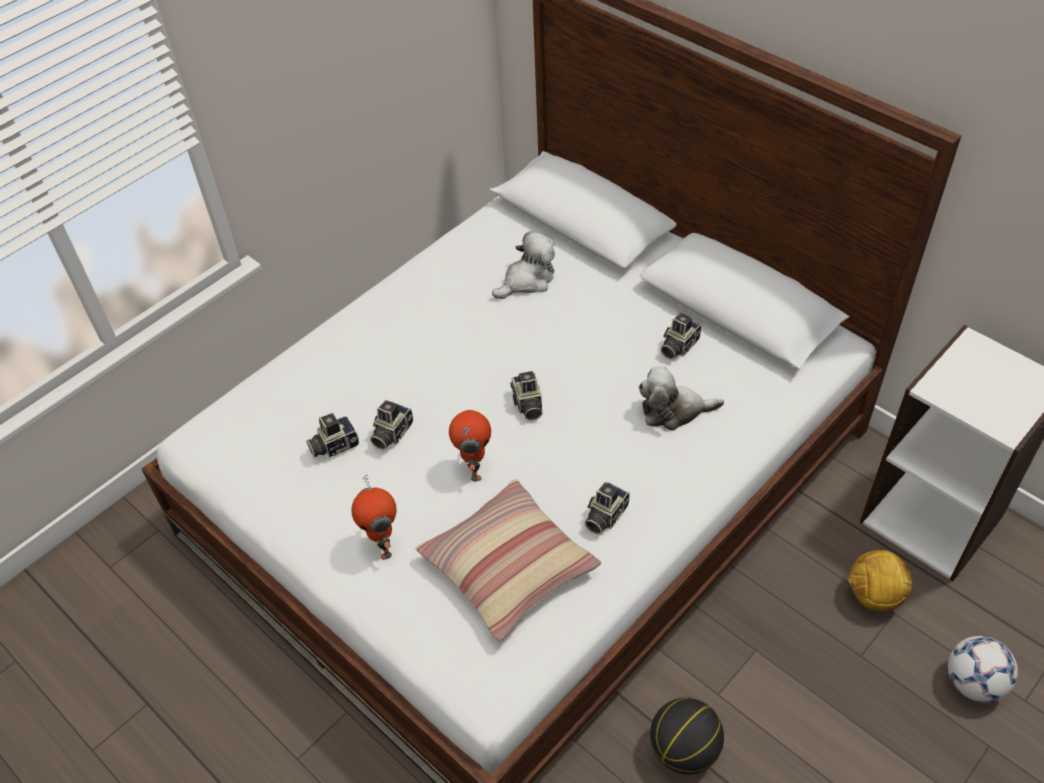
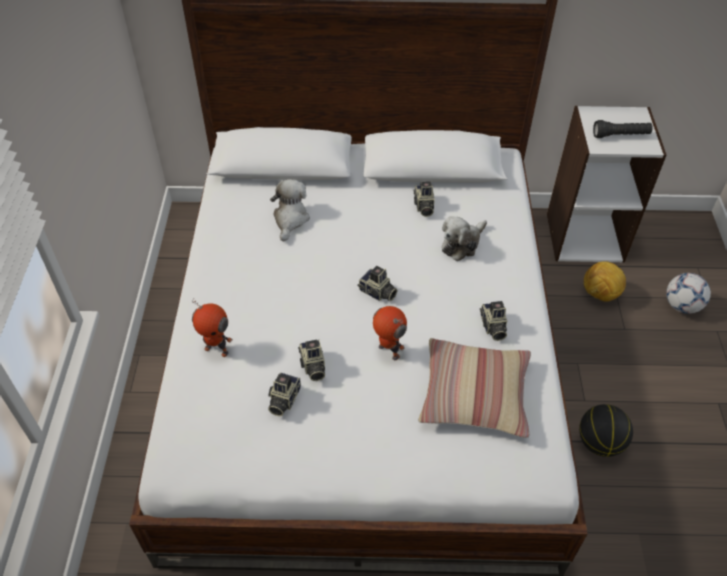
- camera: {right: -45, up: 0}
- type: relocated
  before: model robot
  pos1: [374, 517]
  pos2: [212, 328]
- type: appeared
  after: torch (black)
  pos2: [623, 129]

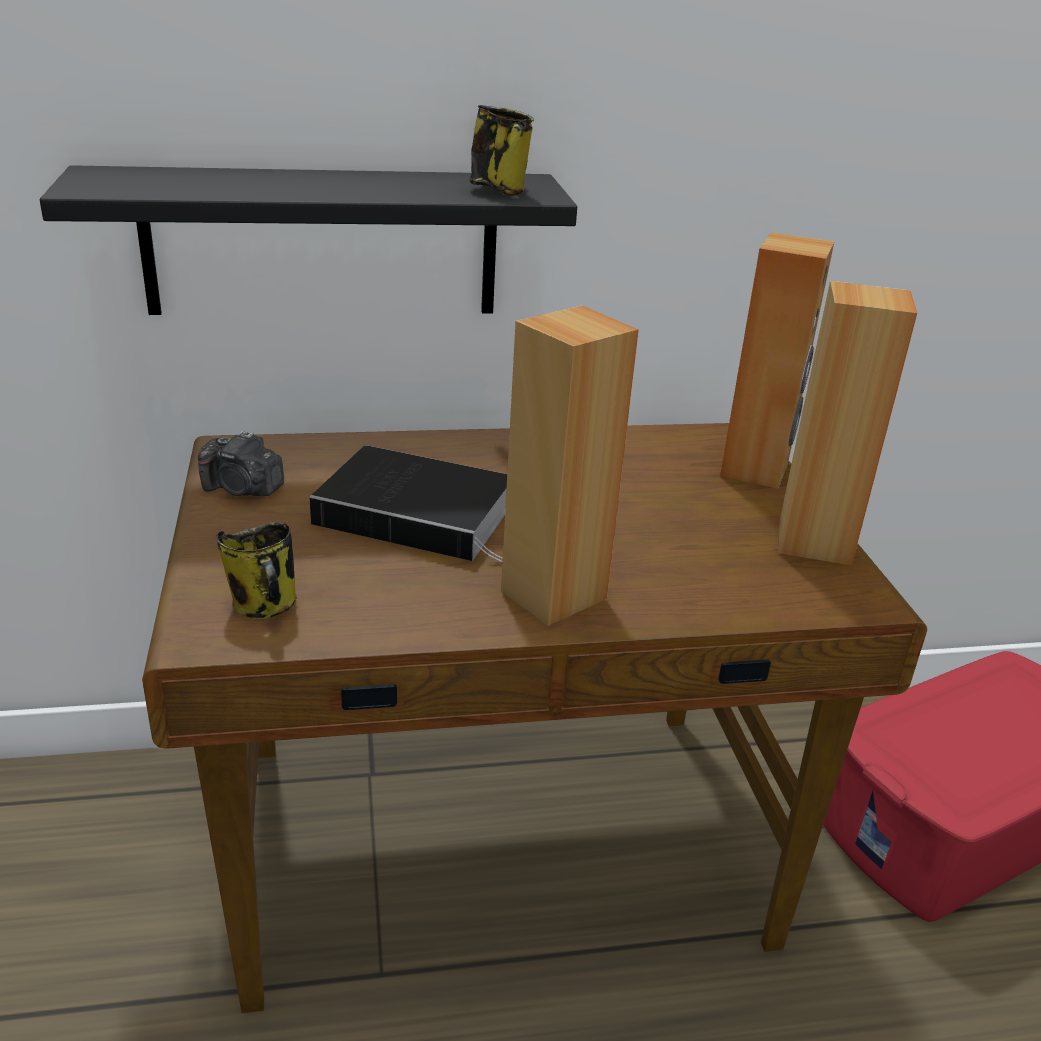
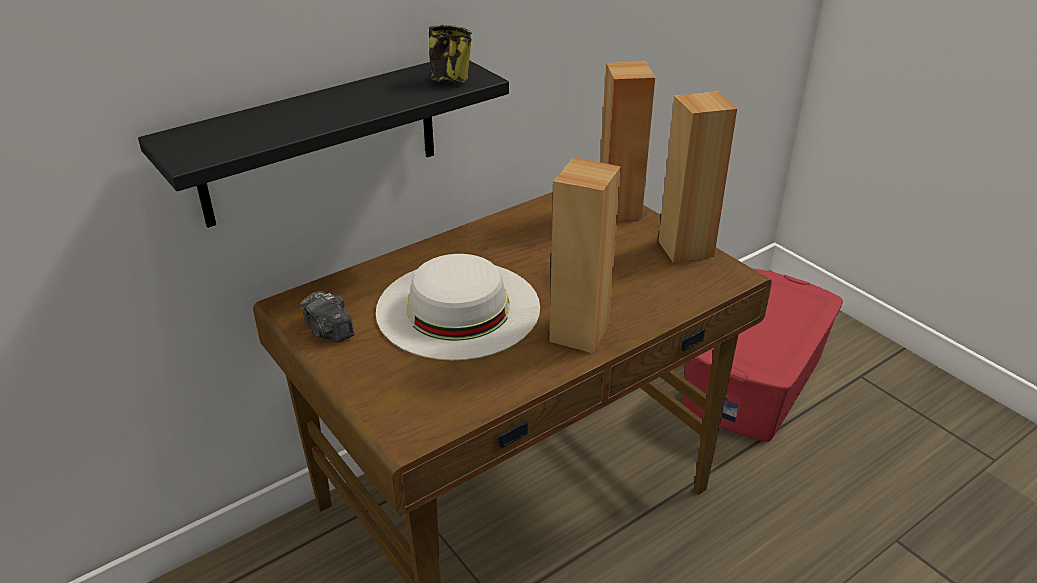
- camera: {right: -25, up: 5}
- type: spun
  before: still camera
  pos1: [241, 463]
  pos2: [327, 316]
  turn: 60
- type: missing
  before: coffee mug
  pos1: [256, 570]
- type: exchanged
  before: volume
  after: clothing hat (whitish)
  pos1: [408, 504]
  pos2: [458, 307]

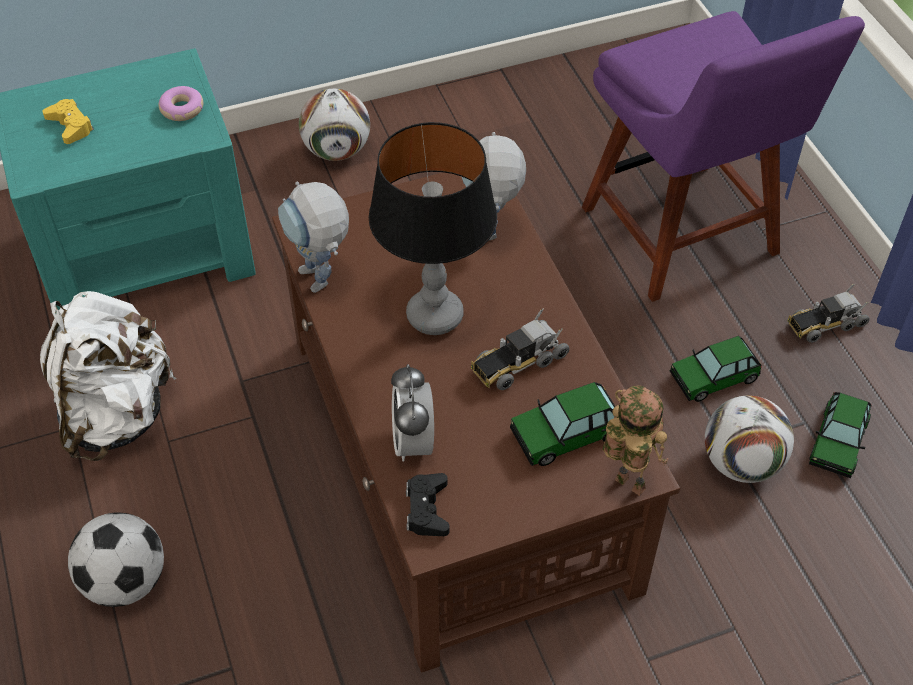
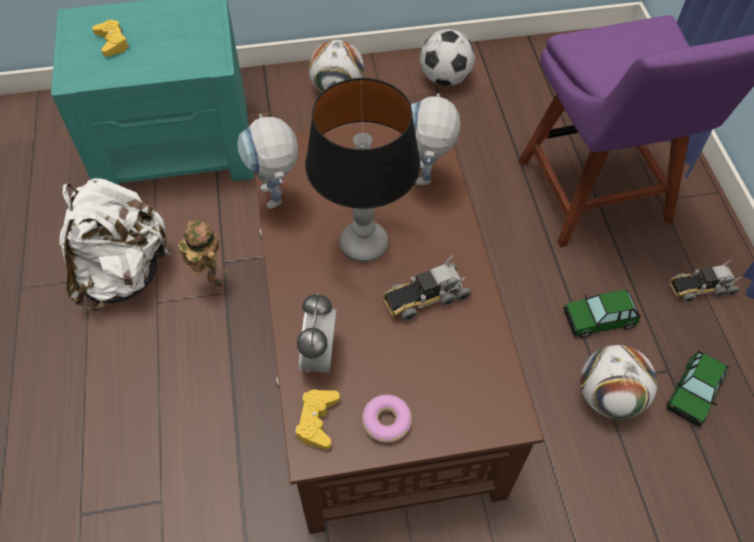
- camera: {right: 10, up: 5}
- type: relocated
  before: ball for football
  pos1: [116, 560]
  pos2: [447, 57]
- type: relocated
  before: doughnut
  pos1: [181, 103]
  pos2: [387, 419]
- type: colour
  before: joypad (black)
  after: joypad (yellowish)
  pos1: [428, 504]
  pos2: [317, 419]
- type: missing
  before: miniature car
  pos1: [562, 424]
- type: relocated
  before: model robot
  pos1: [636, 440]
  pos2: [204, 255]

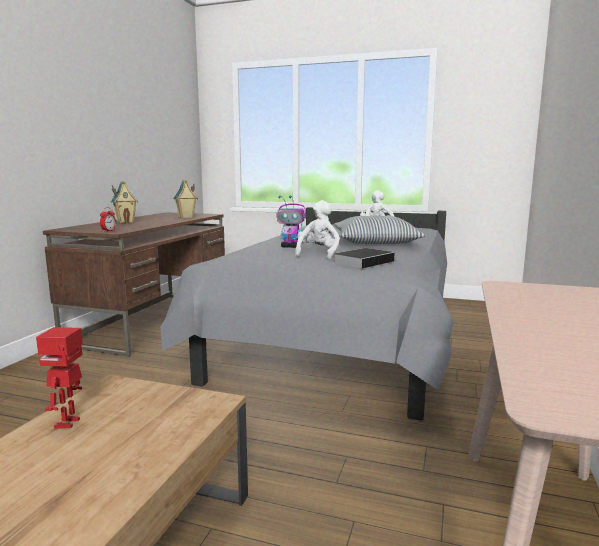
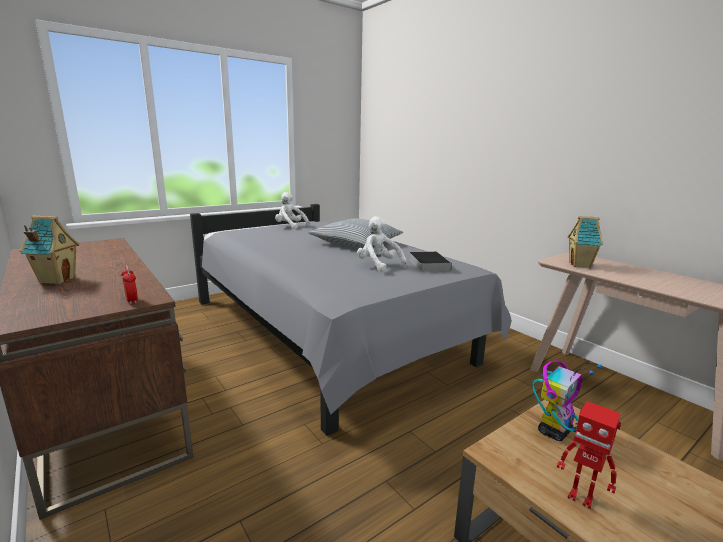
- camera: {right: -55, up: 5}
- type: relocated
  before: miniature house
  pos1: [185, 199]
  pos2: [585, 242]
- type: relocated
  before: model robot
  pos1: [291, 221]
  pos2: [567, 400]

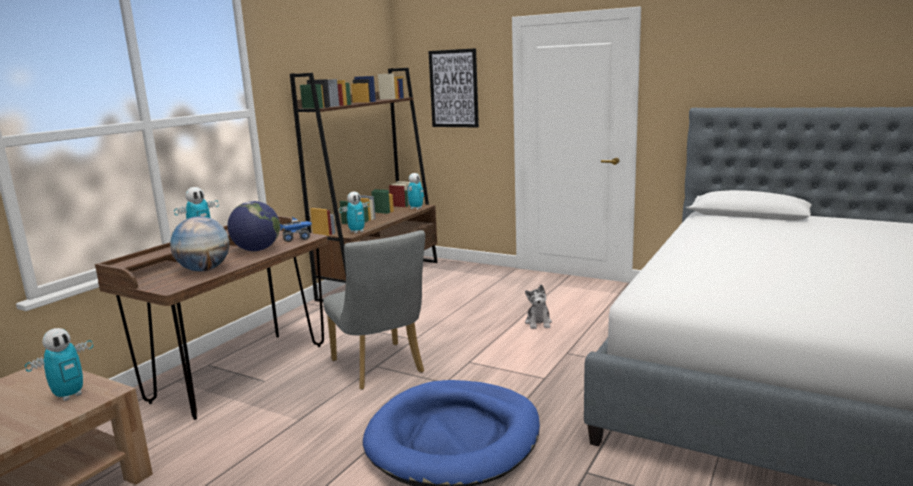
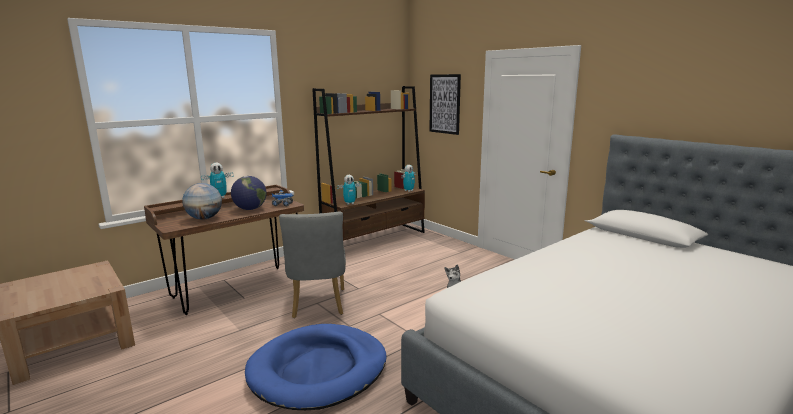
- camera: {right: 20, up: 0}
- type: missing
  before: model robot
  pos1: [59, 364]

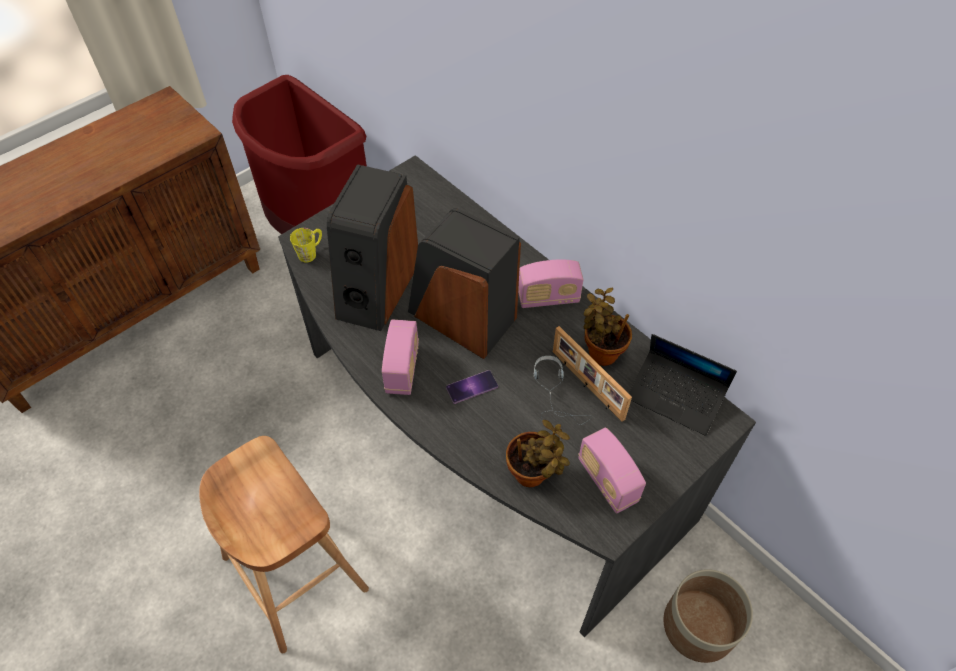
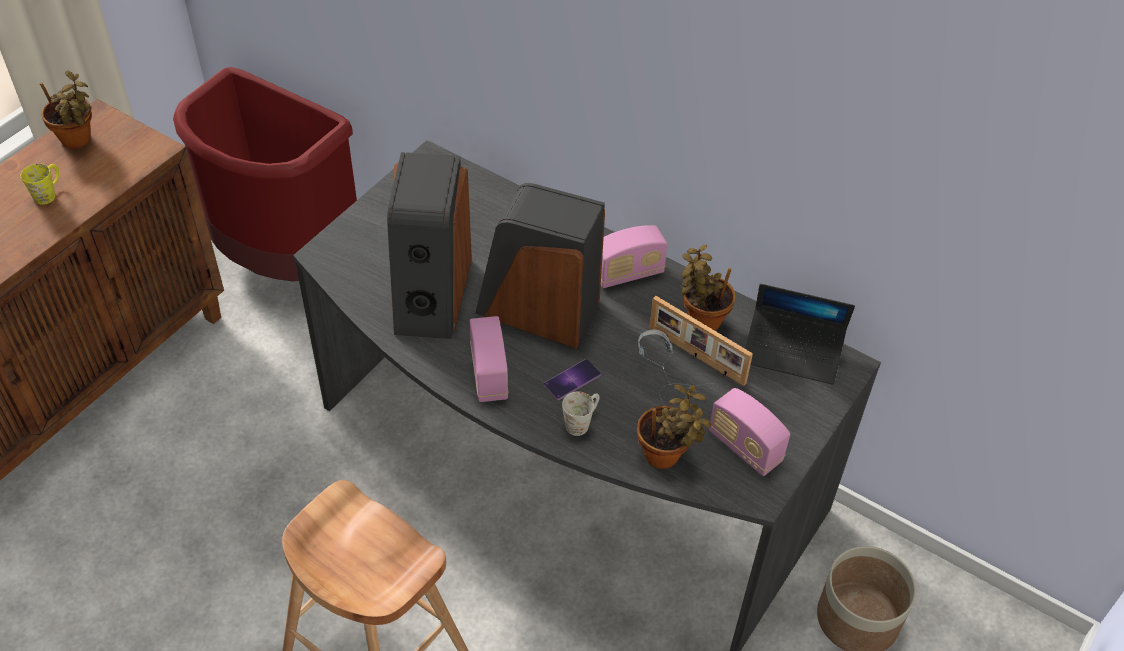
- camera: {right: -15, up: -5}
- type: relocated
  before: coffee mug (yellowish)
  pos1: [306, 245]
  pos2: [40, 184]
- type: appeared
  after: potted plant
  pos2: [66, 110]
- type: appeared
  after: coffee mug (whitish)
  pos2: [580, 413]

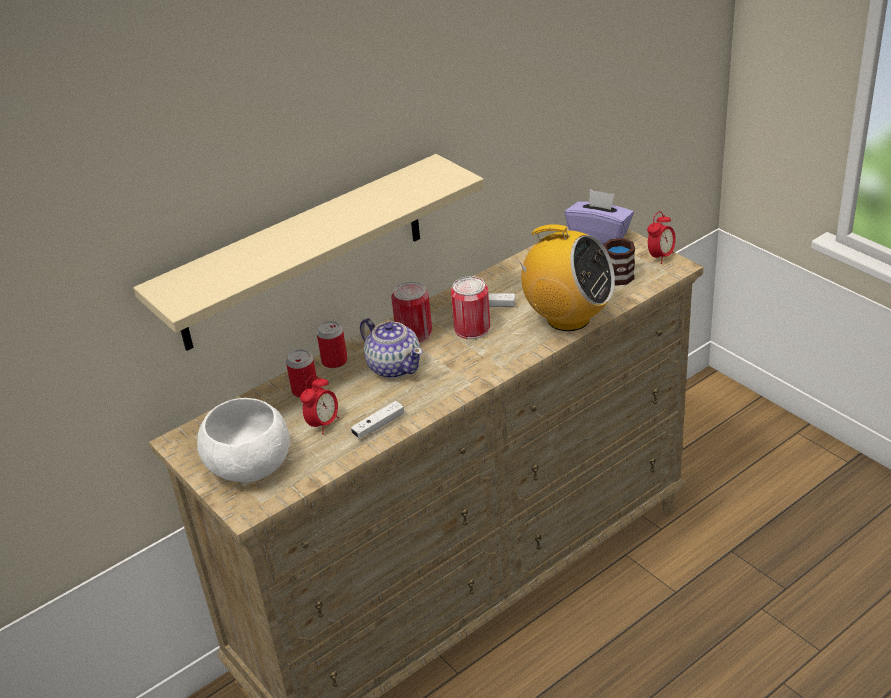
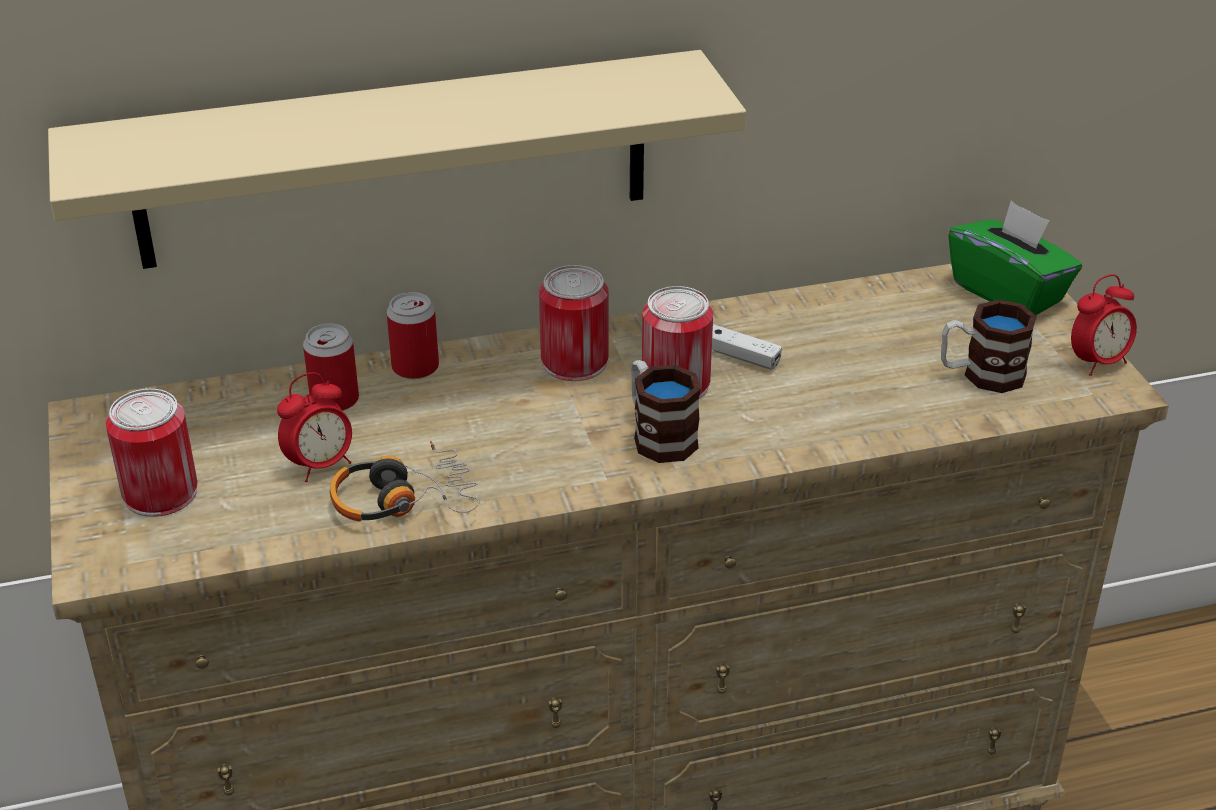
- camera: {right: 20, up: 0}
- type: exchanged
  before: bowl (whitish)
  after: sealed can
  pos1: [243, 440]
  pos2: [151, 453]
- type: exchanged
  before: joypad (whitish)
  after: headphones
  pos1: [377, 419]
  pos2: [404, 481]
- type: missing
  before: tea pot
  pos1: [391, 348]
- type: missing
  before: radio receiver
  pos1: [563, 277]
- type: colour
  before: tissue holder (purple)
  after: tissue holder (green-coloured)
  pos1: [599, 216]
  pos2: [1015, 257]
- type: appeared
  after: coffee mug
  pos2: [666, 411]

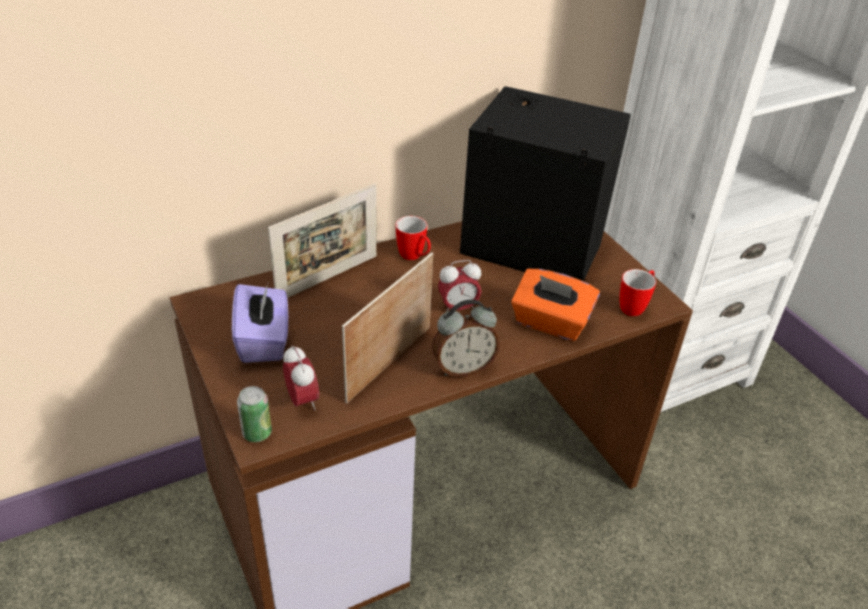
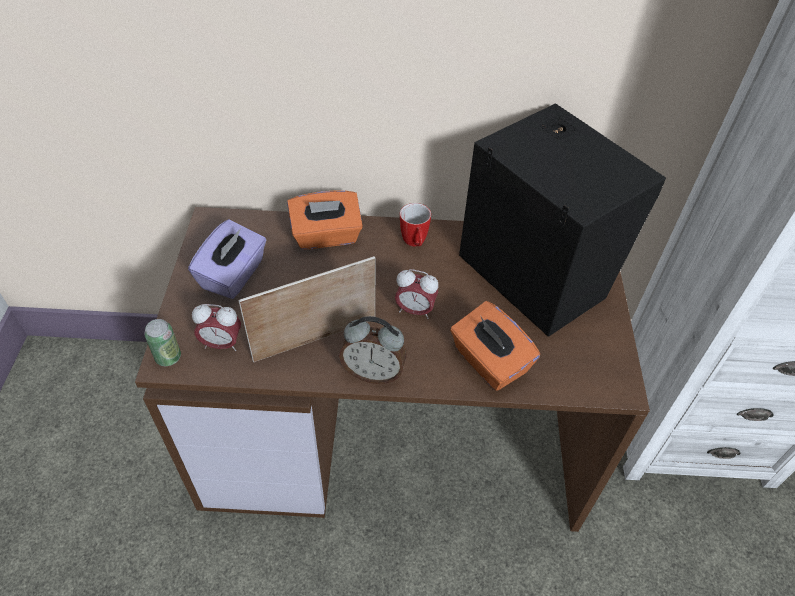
- camera: {right: 30, up: 10}
- type: exchanged
  before: picture frame
  after: tissue holder (orange)
  pos1: [322, 241]
  pos2: [325, 219]
- type: spun
  before: table clock
  pos1: [301, 377]
  pos2: [216, 327]
  turn: 90
- type: missing
  before: coffee mug
  pos1: [637, 292]

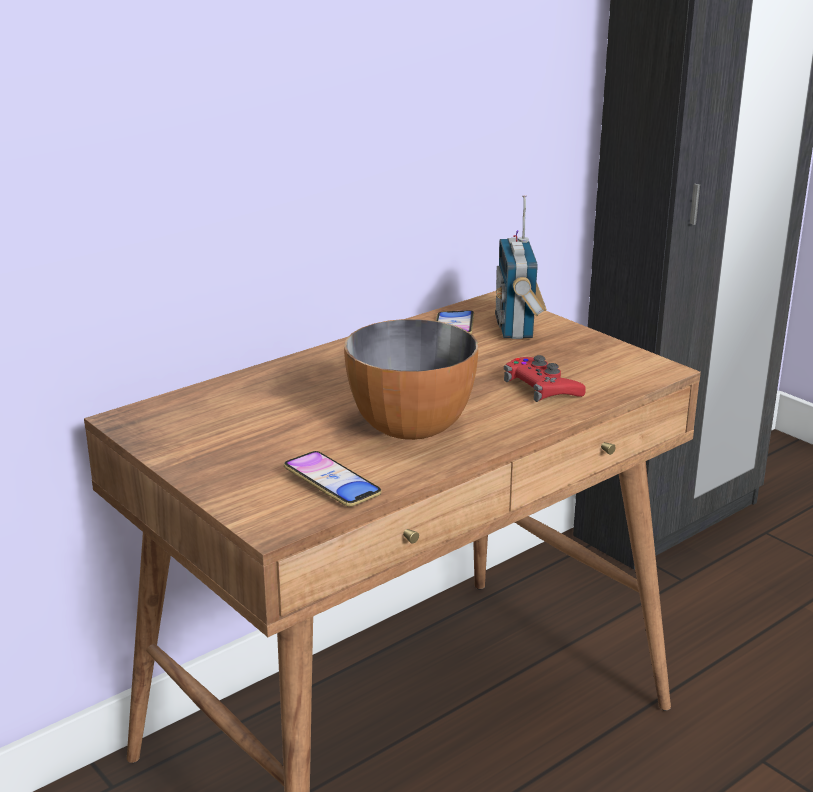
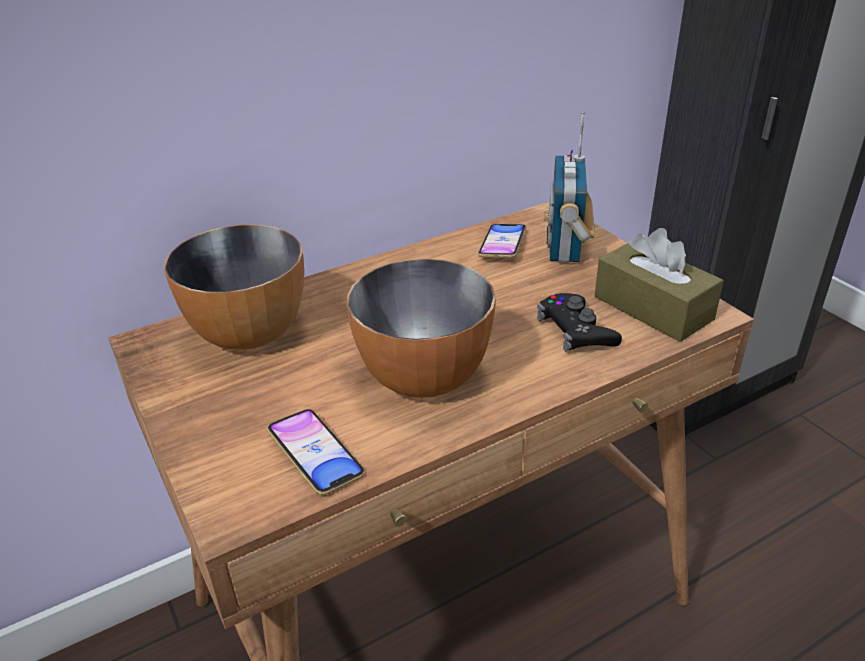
- camera: {right: 10, up: 10}
- type: colour
  before: joypad (red)
  after: joypad (black)
  pos1: [545, 378]
  pos2: [579, 322]
- type: appeared
  after: bowl
  pos2: [234, 287]
- type: appeared
  after: tissue holder (brown)
  pos2: [659, 285]

